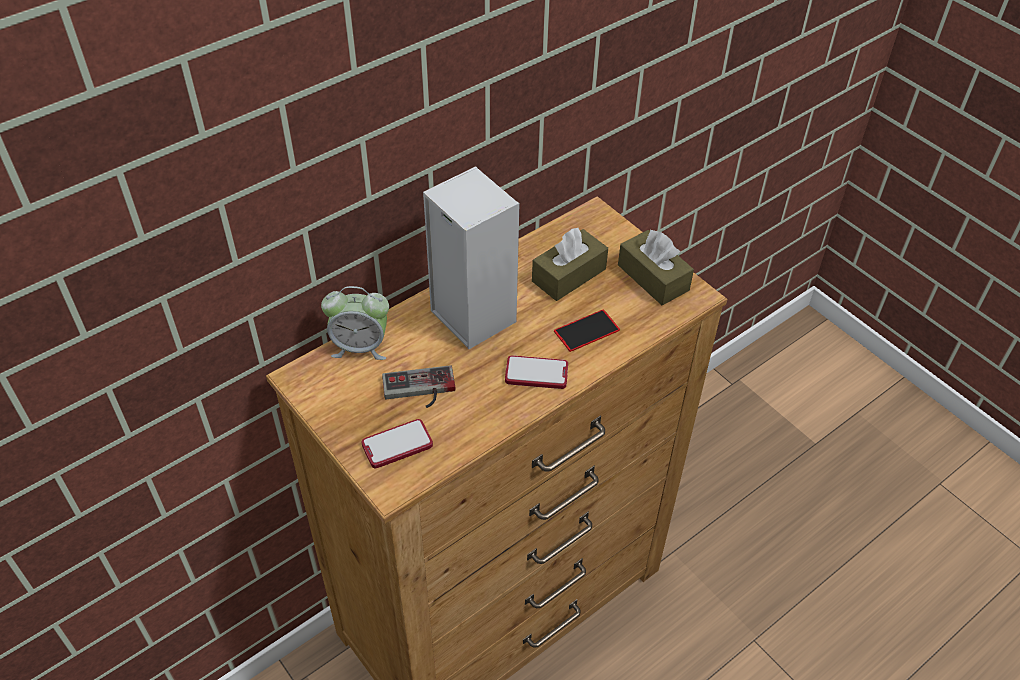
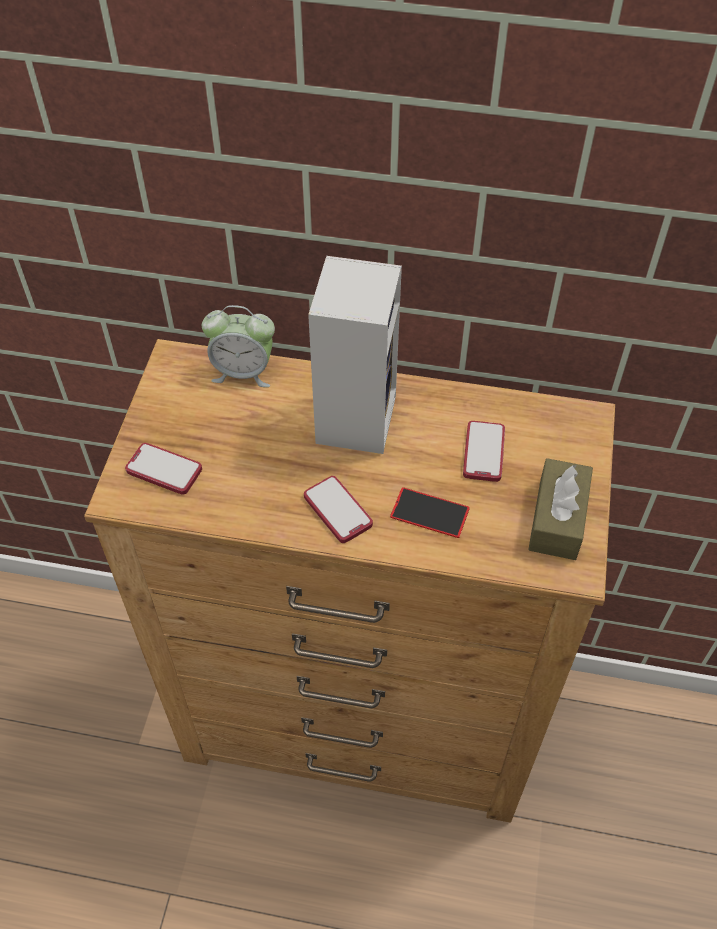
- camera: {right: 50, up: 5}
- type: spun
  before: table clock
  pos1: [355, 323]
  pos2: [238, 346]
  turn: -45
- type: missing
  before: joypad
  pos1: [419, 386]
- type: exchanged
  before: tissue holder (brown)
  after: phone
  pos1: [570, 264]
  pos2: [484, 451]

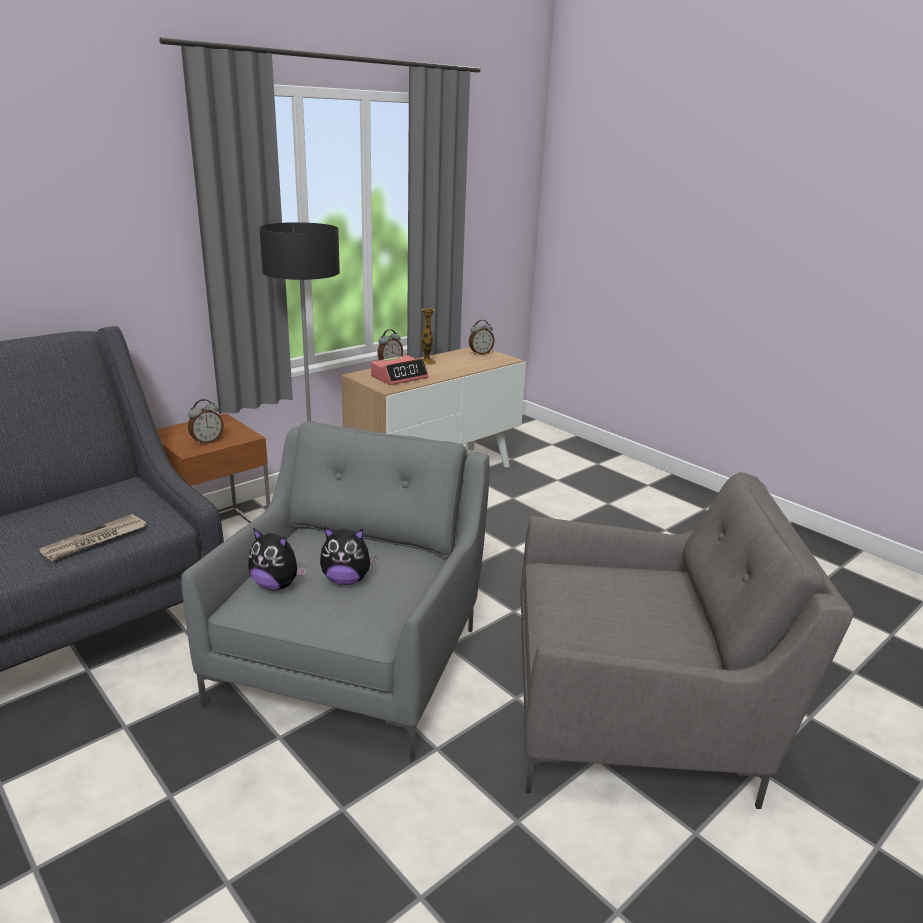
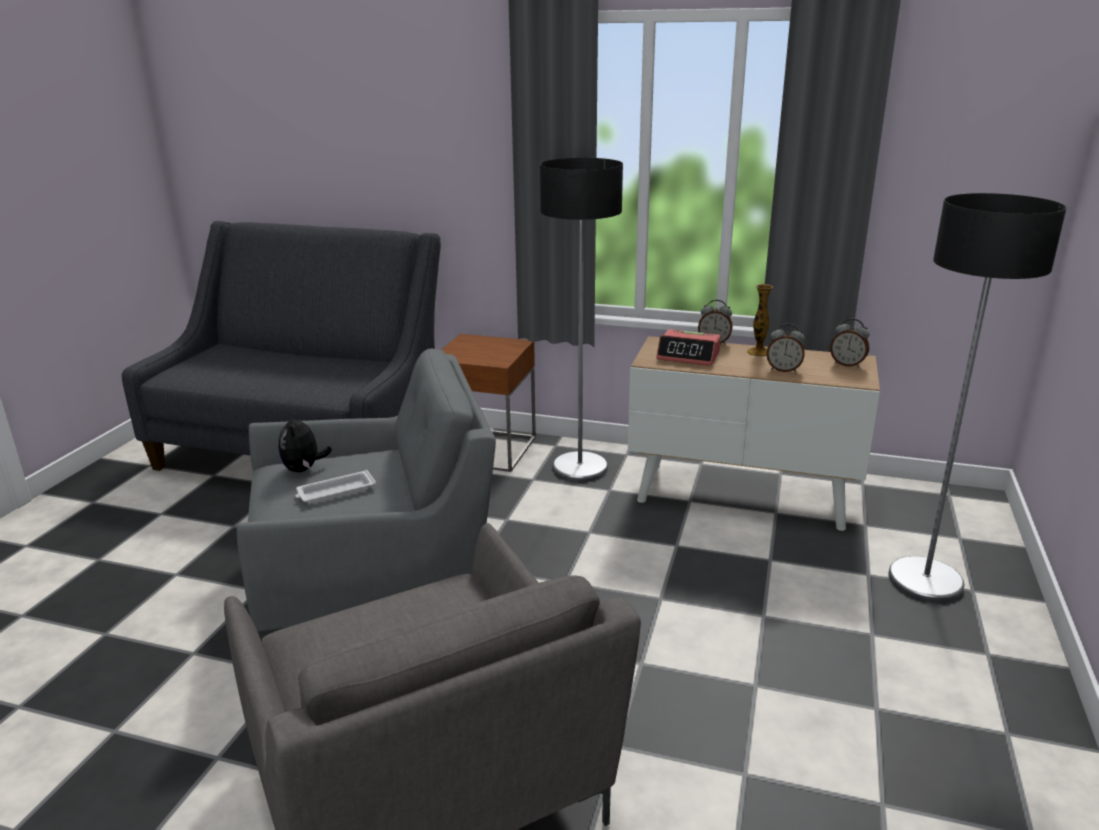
- camera: {right: 60, up: 0}
- type: missing
  before: daily paper
  pos1: [92, 537]
- type: relocated
  before: table clock
  pos1: [206, 422]
  pos2: [786, 347]
- type: exchanged
  before: soft toy
  after: serving tray (whitish)
  pos1: [348, 556]
  pos2: [336, 487]
- type: appeared
  after: standing lamp
  pos2: [977, 397]

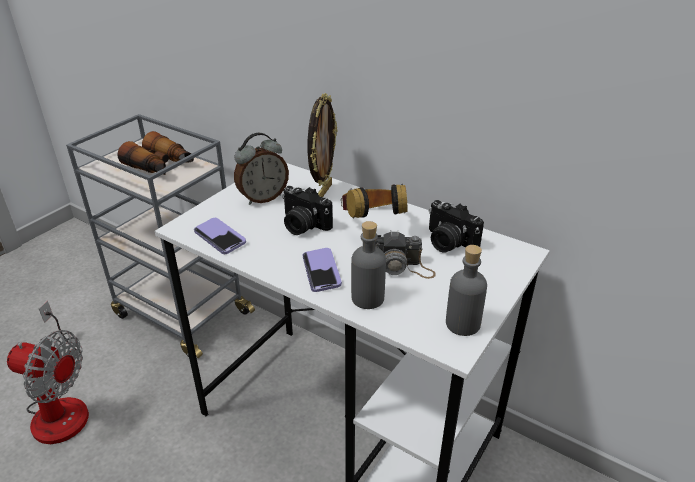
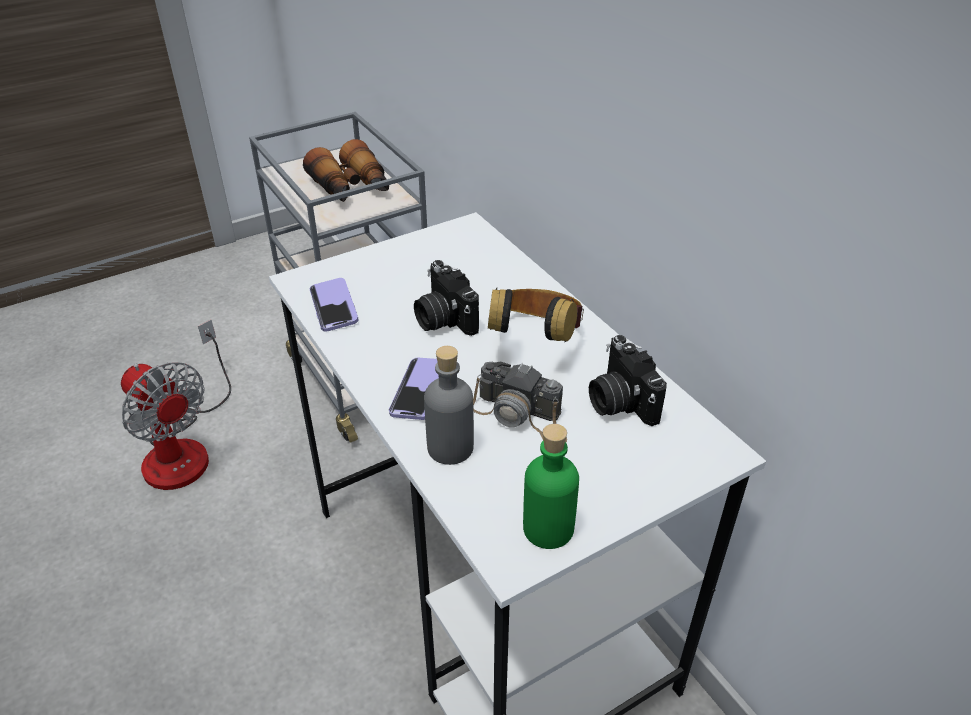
- camera: {right: 25, up: 5}
- type: missing
  before: table clock
  pos1: [261, 169]
- type: missing
  before: picture frame
  pos1: [322, 145]
- type: colour
  before: drink bottle (greyish)
  after: drink bottle (green-coloured)
  pos1: [466, 290]
  pos2: [551, 486]

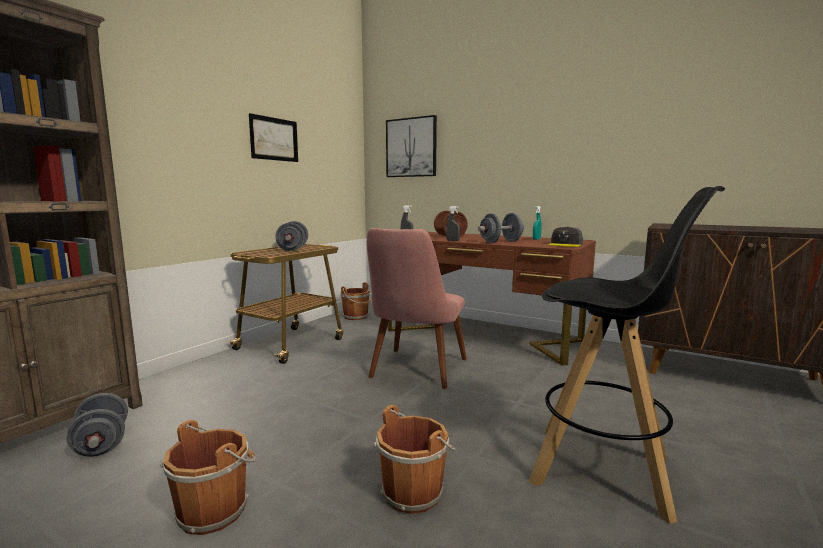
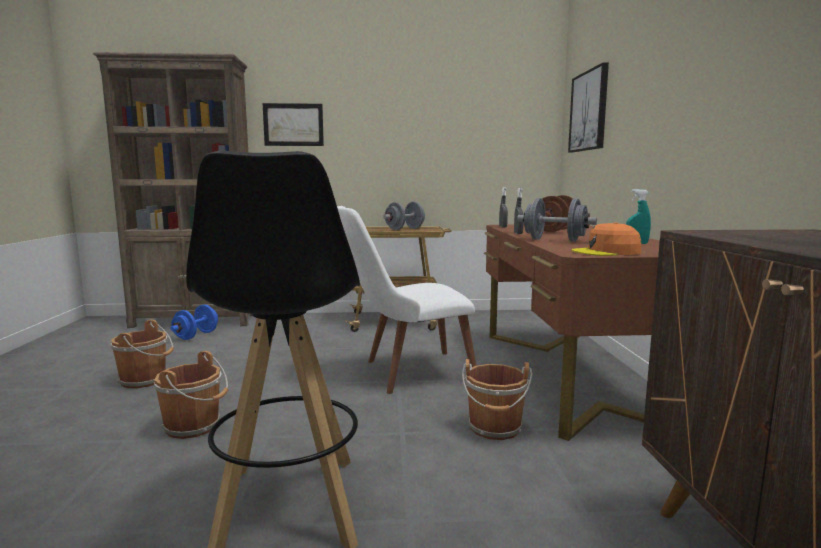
- camera: {right: 55, up: 0}
- type: colour
  before: dumbbell (greyish)
  after: dumbbell (blue-coloured)
  pos1: [97, 425]
  pos2: [194, 322]
- type: relocated
  before: picture
  pos1: [273, 137]
  pos2: [293, 124]
- type: relocated
  before: pail (brown)
  pos1: [356, 301]
  pos2: [497, 399]
- type: colour
  before: chair (pink-coloured)
  after: chair (whitish)
  pos1: [417, 308]
  pos2: [406, 300]
- type: colour
  before: baseball cap (greyish)
  after: baseball cap (orange)
  pos1: [565, 236]
  pos2: [606, 239]

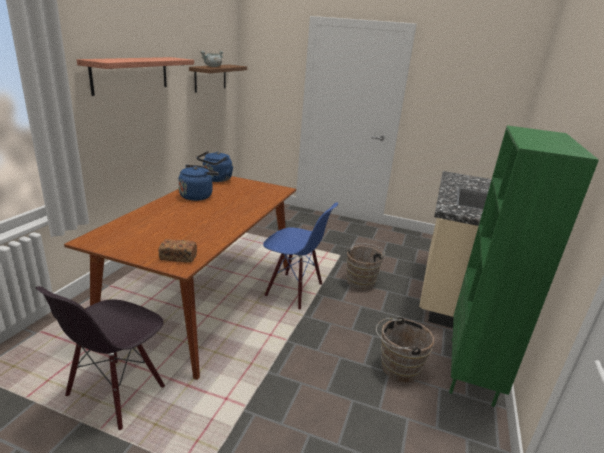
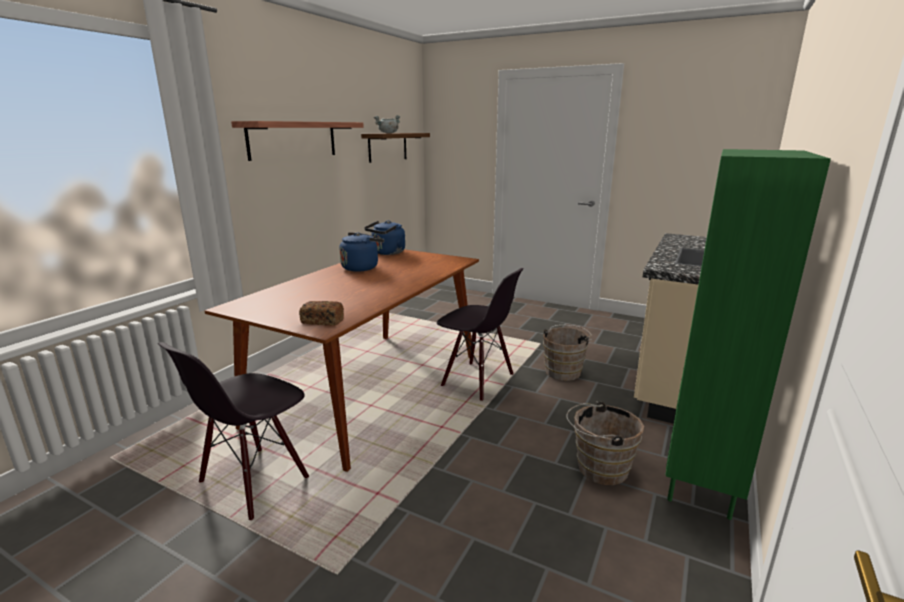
- camera: {right: 10, up: -5}
- type: colour
  before: chair (blue-coloured)
  after: chair (black)
  pos1: [300, 256]
  pos2: [480, 334]

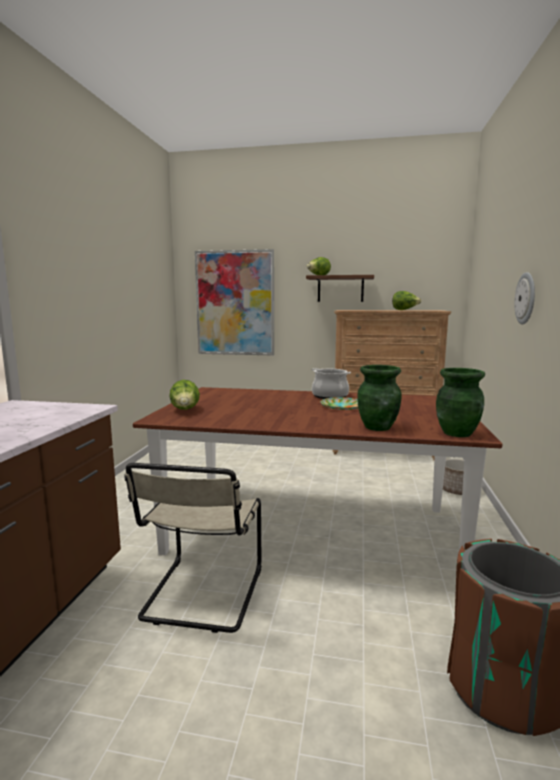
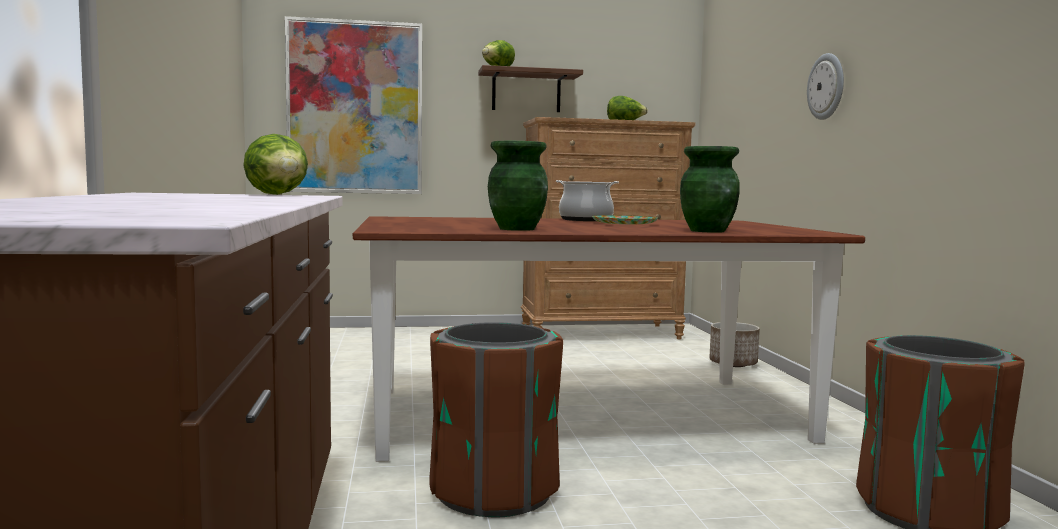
- camera: {right: -20, up: -5}
- type: exchanged
  before: chair (beige-coloured)
  after: rubbish bin (brown)
  pos1: [192, 548]
  pos2: [496, 420]
- type: relocated
  before: lettuce
  pos1: [184, 395]
  pos2: [275, 164]
- type: relocated
  before: vase (green-coloured)
  pos1: [460, 402]
  pos2: [518, 186]

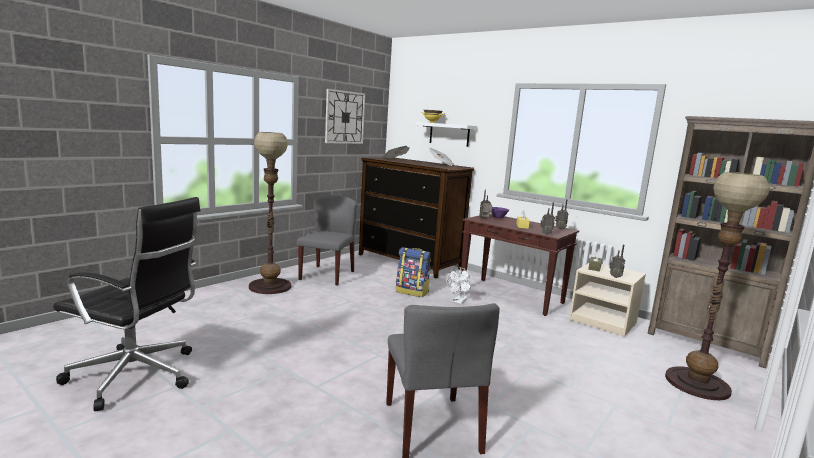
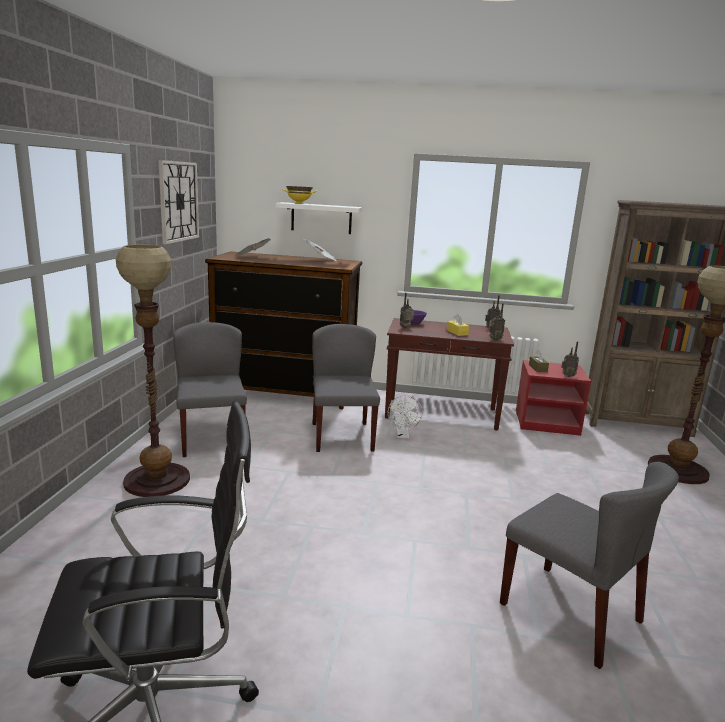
- camera: {right: -30, up: 5}
- type: exchanged
  before: knapsack
  after: chair (greyish)
  pos1: [413, 272]
  pos2: [346, 388]
- type: colour
  before: bedside table (beige-coloured)
  after: bedside table (red)
  pos1: [607, 300]
  pos2: [553, 398]

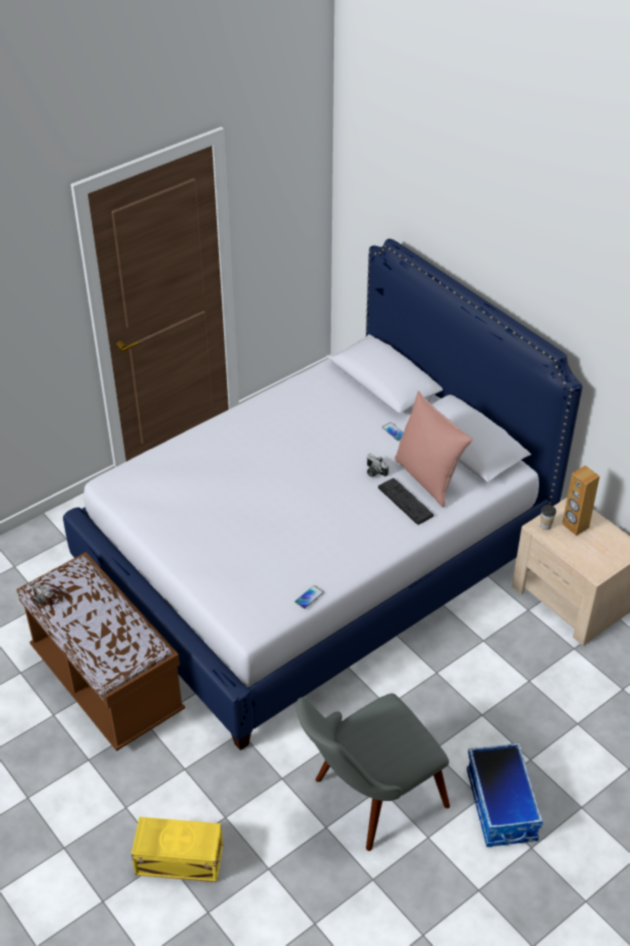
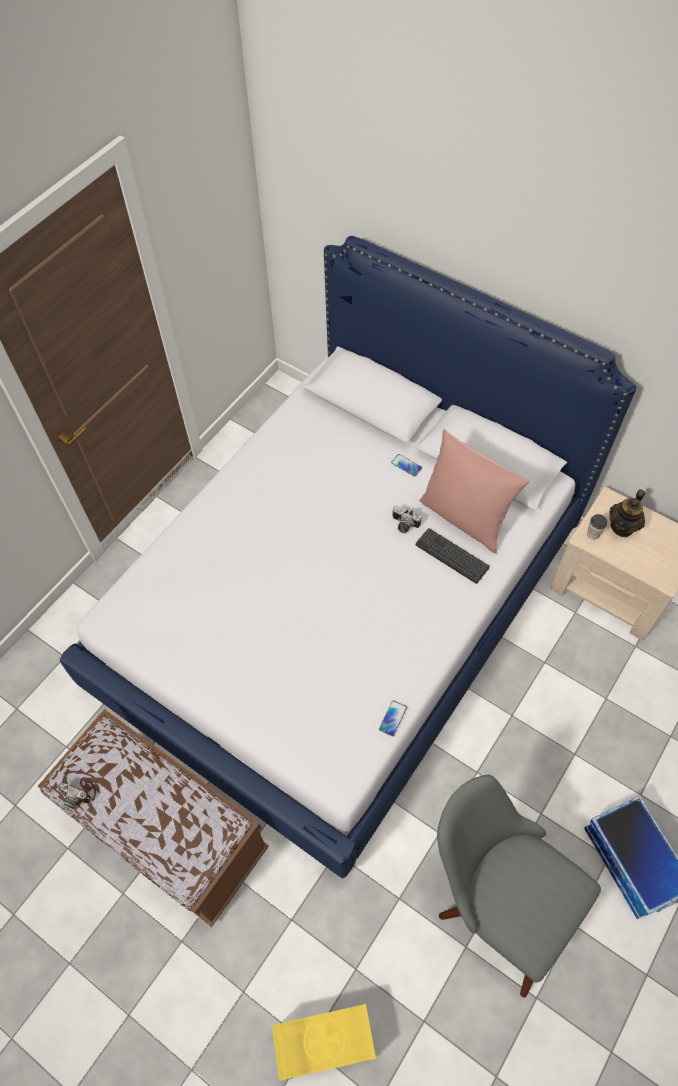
- camera: {right: -15, up: 15}
- type: spun
  before: chair (greyish)
  pos1: [373, 772]
  pos2: [519, 886]
  turn: 90
- type: exchanged
  before: speaker (brown)
  after: tea pot
  pos1: [581, 500]
  pos2: [627, 513]

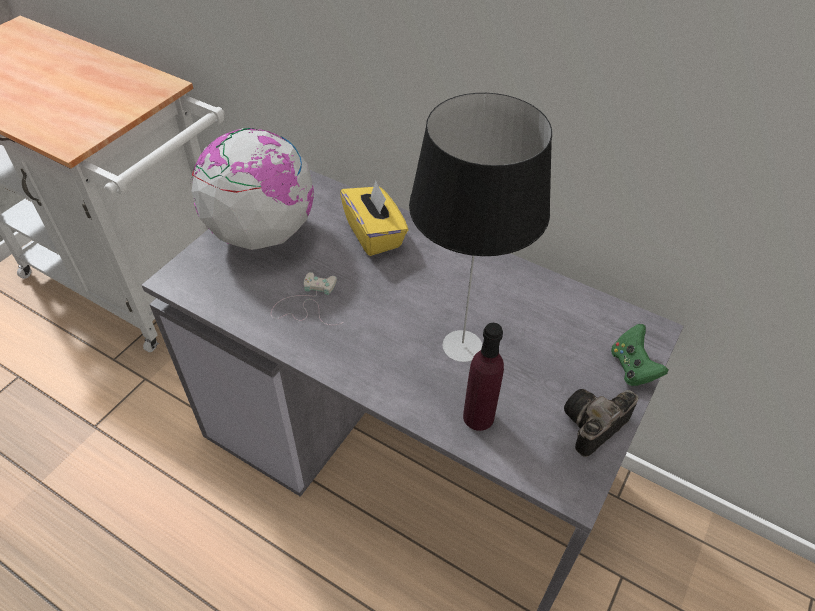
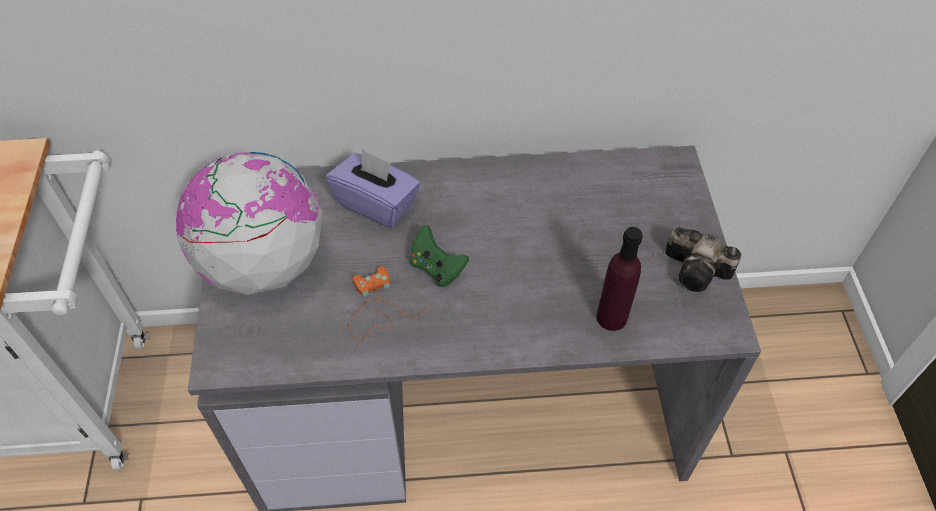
- camera: {right: -35, up: 5}
- type: colour
  before: joypad (whitish)
  after: joypad (orange)
  pos1: [307, 298]
  pos2: [390, 303]
- type: colour
  before: tissue holder (yellowish)
  after: tissue holder (purple)
  pos1: [374, 218]
  pos2: [373, 188]
- type: missing
  before: lamp for a table
  pos1: [480, 227]
- type: spun
  before: still camera
  pos1: [601, 423]
  pos2: [703, 259]
  turn: -75
- type: relocated
  before: joypad (green-coloured)
  pos1: [639, 355]
  pos2: [439, 256]

